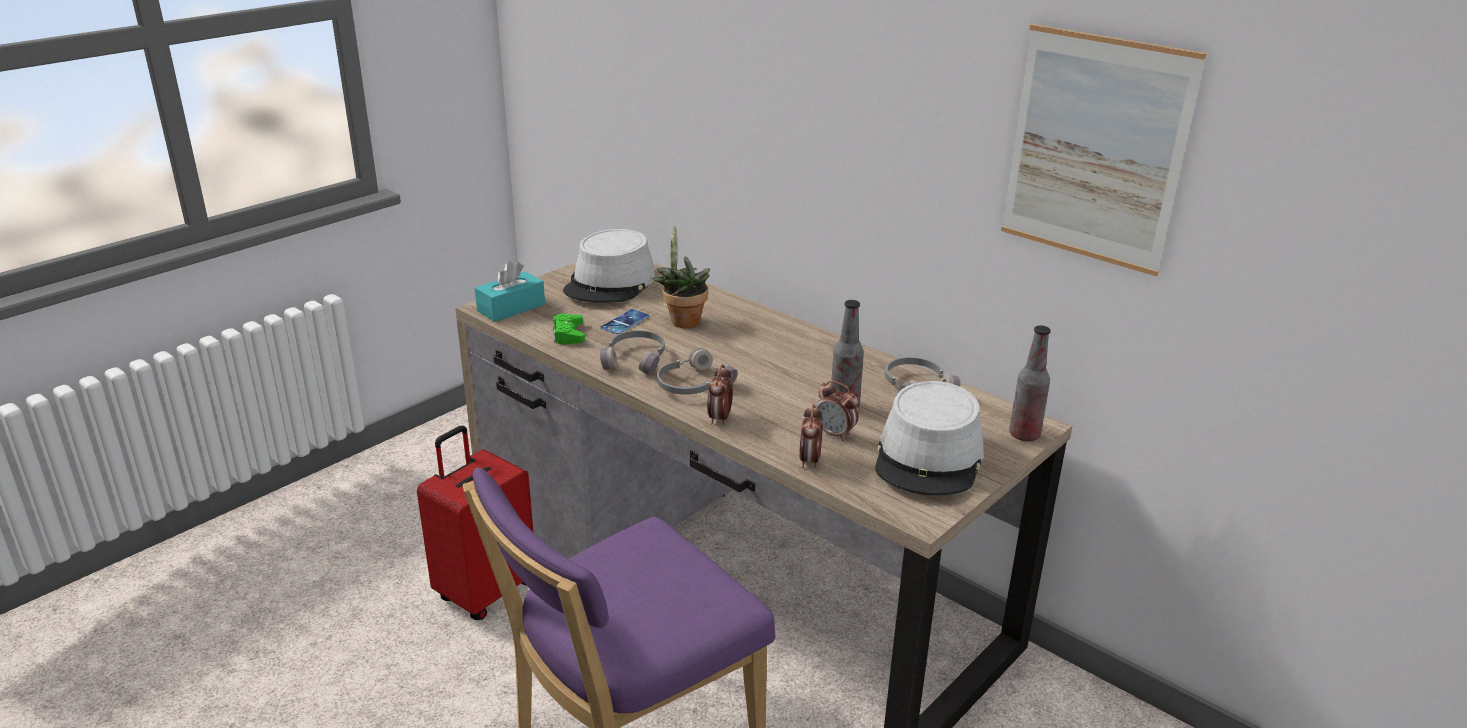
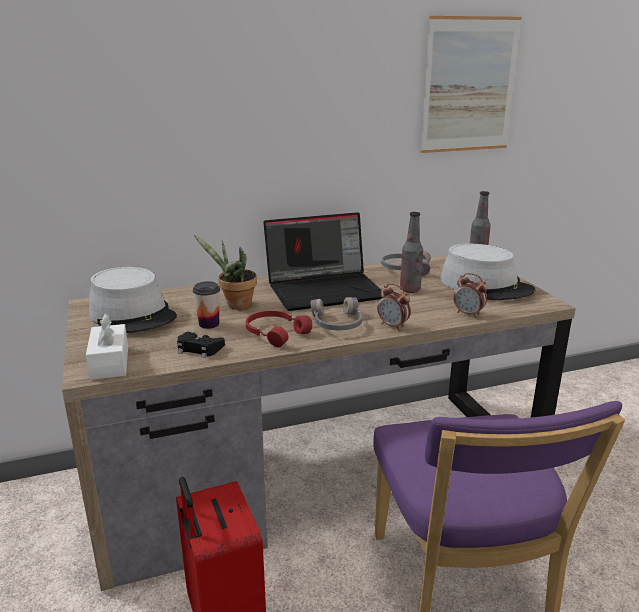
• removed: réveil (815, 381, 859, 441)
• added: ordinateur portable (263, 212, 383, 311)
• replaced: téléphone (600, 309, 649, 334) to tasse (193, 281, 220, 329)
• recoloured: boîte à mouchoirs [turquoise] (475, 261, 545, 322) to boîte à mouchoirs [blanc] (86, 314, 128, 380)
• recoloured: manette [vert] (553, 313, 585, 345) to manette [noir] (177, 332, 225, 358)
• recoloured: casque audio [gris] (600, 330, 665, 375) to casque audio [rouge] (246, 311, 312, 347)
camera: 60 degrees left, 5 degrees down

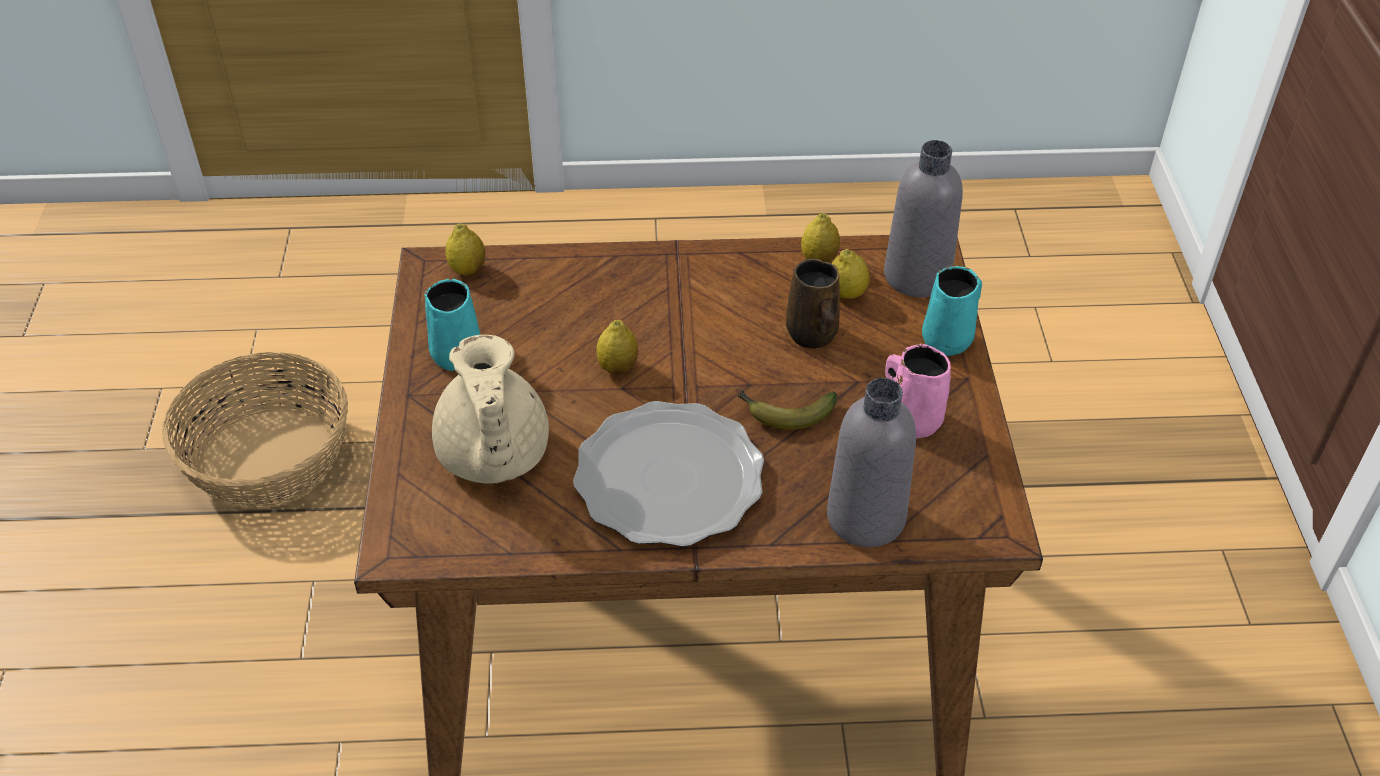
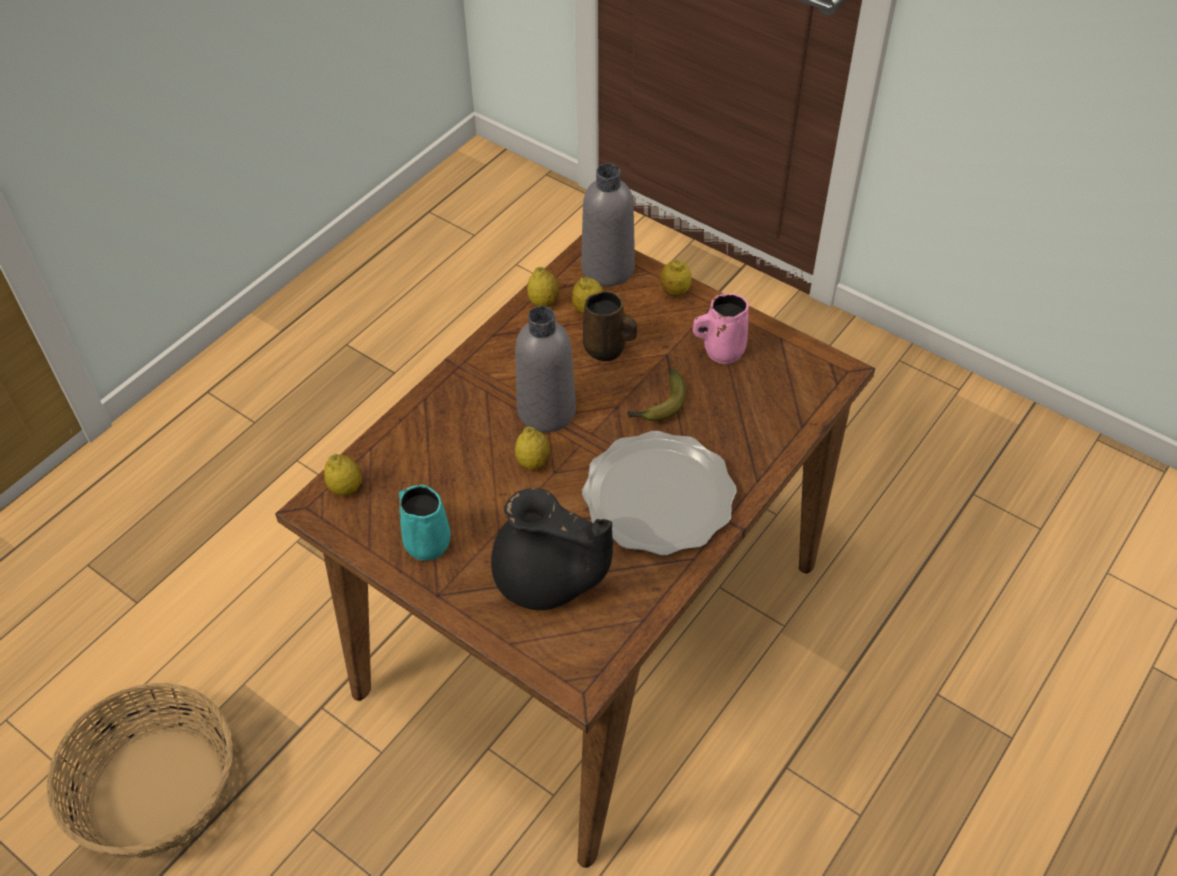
• moved: bouteille [gris] (827, 378, 916, 547) to (515, 306, 576, 432)
• replaced: mug [turquoise] (922, 266, 982, 356) to citron (660, 259, 692, 297)
• recoloured: théière [beige] (432, 335, 549, 483) to théière [noir] (491, 488, 613, 610)
camera: 50 degrees left, 5 degrees up

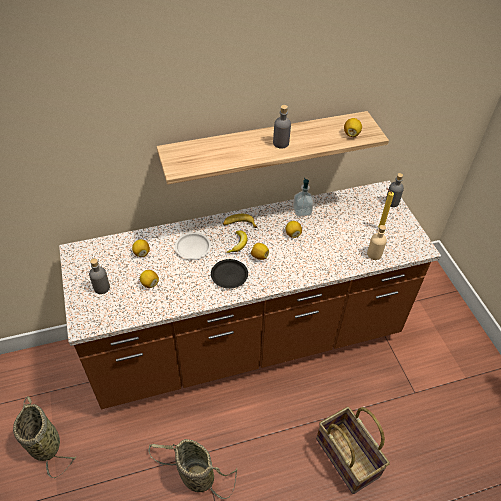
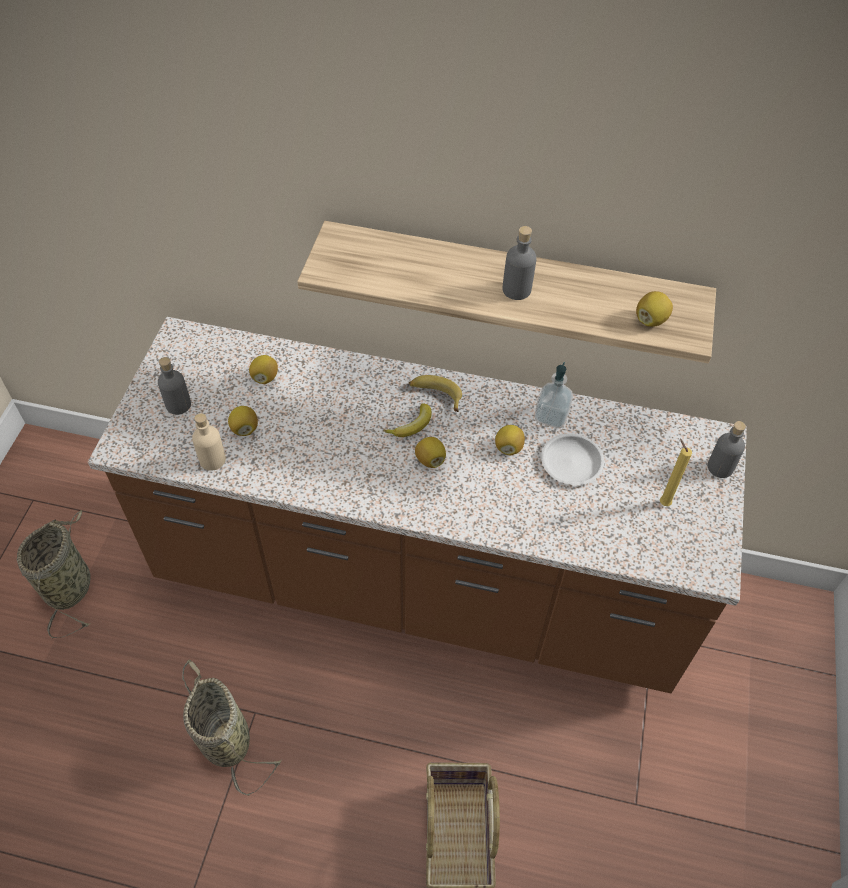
• removed: assiette [noir] (211, 259, 248, 289)
• moved: assiette [blanc] (175, 232, 211, 259) to (541, 433, 604, 485)
• moved: bouteille [beige] (367, 225, 387, 260) to (192, 413, 226, 471)
camera: 30 degrees right, 5 degrees up

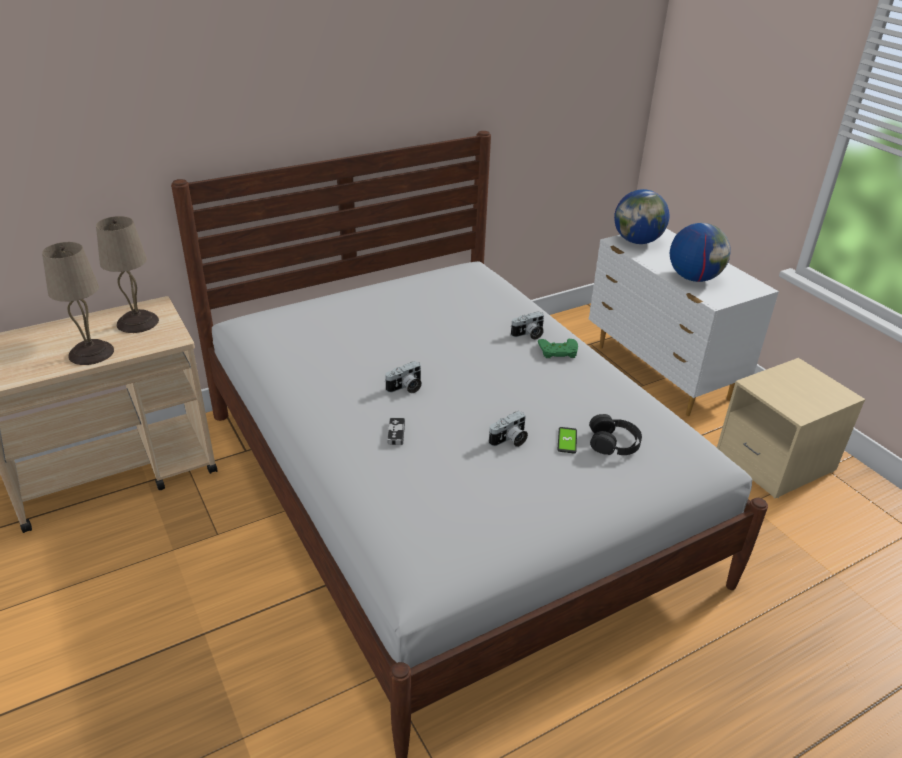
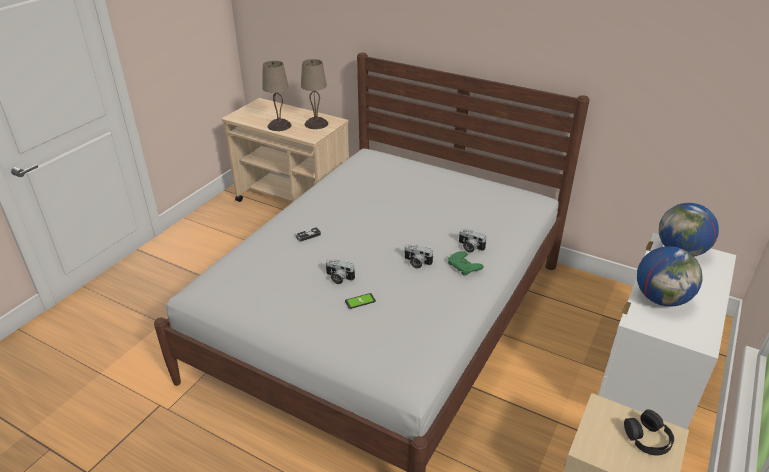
• moved: appareil photo (385, 361, 422, 393) to (404, 244, 433, 269)
• moved: casque audio [noir] (589, 414, 642, 455) to (624, 409, 674, 455)
camera: 60 degrees right, 0 degrees up

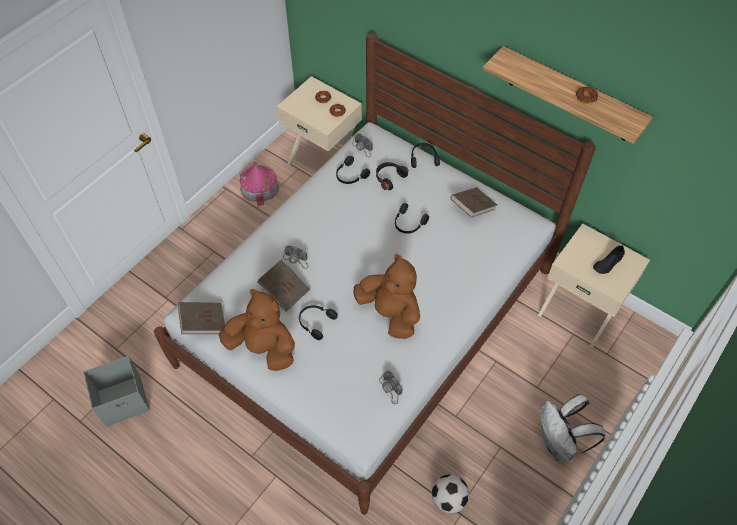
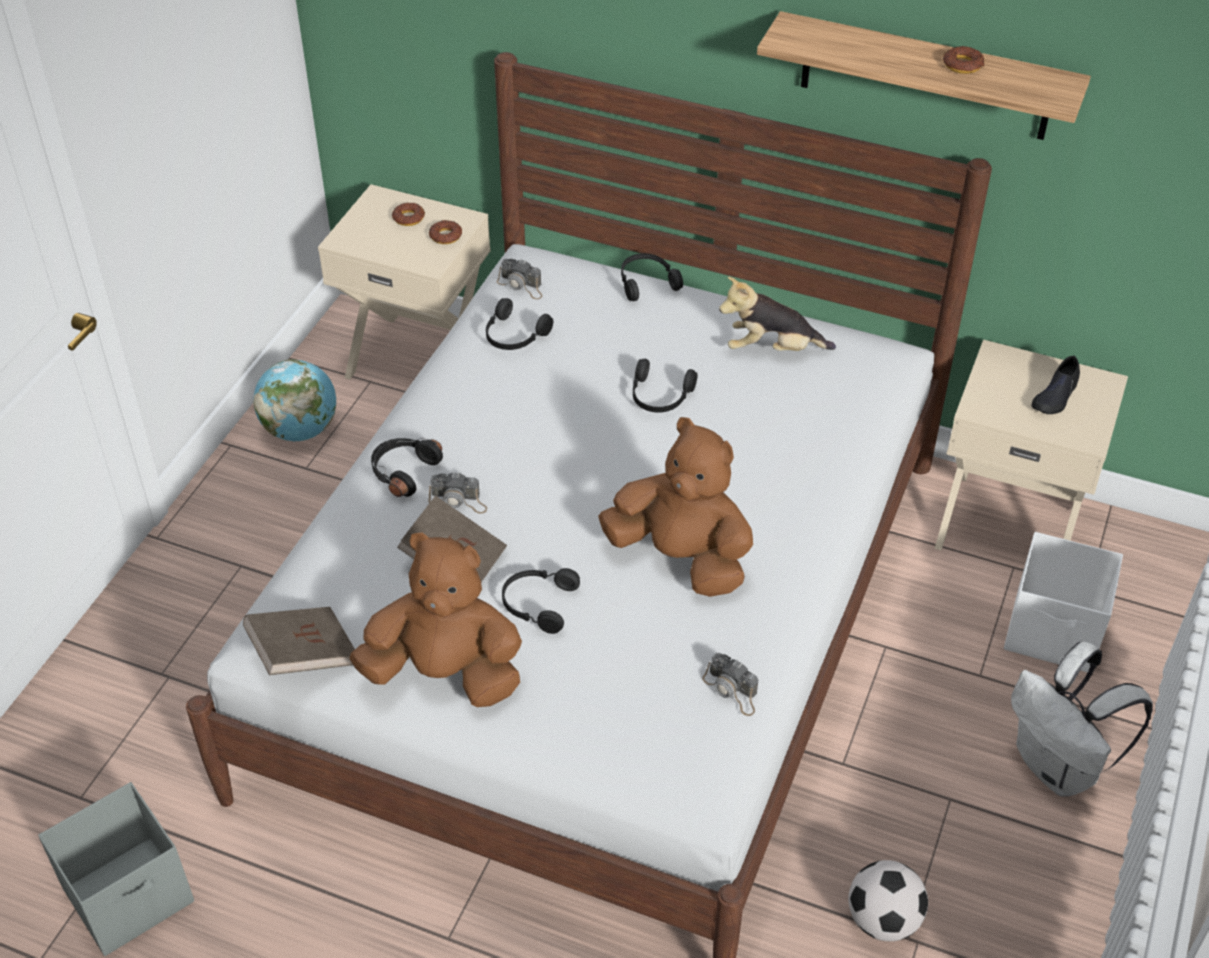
• added: boîte de rangement [blanc] (1004, 532, 1123, 672)
• moved: casque audio [noir] (376, 162, 409, 190) to (371, 438, 443, 497)
• replaced: maison miniature (240, 161, 279, 205) to globe (254, 359, 336, 441)
• replaced: livre [marron] (450, 187, 497, 218) to peluche (719, 277, 836, 351)
camera: 15 degrees left, 10 degrees down

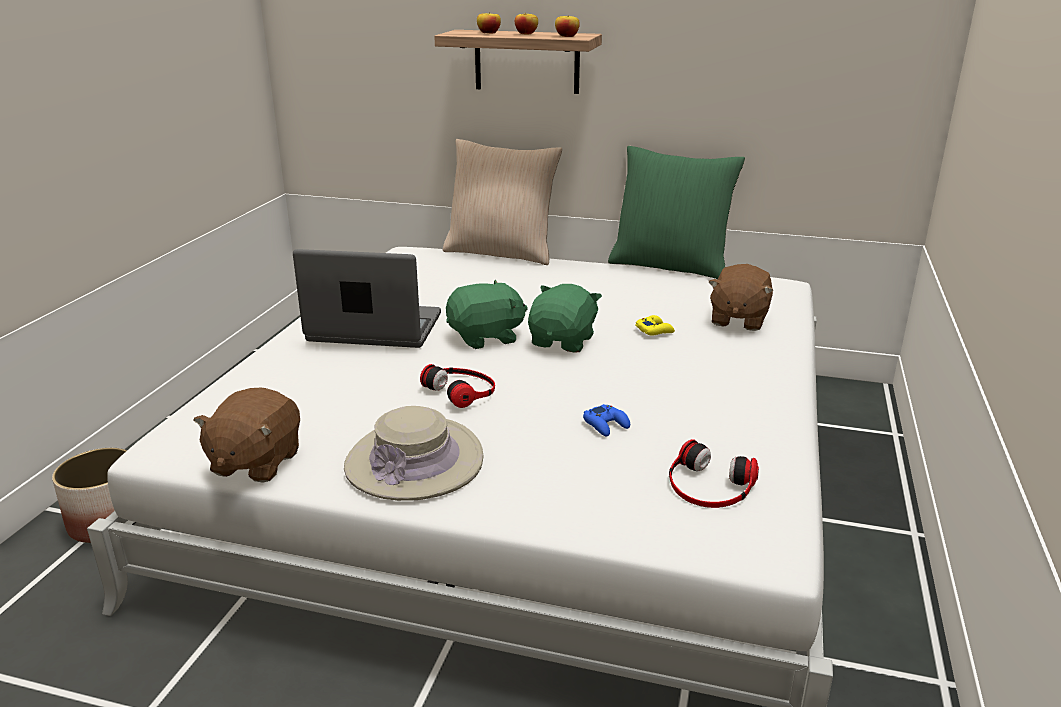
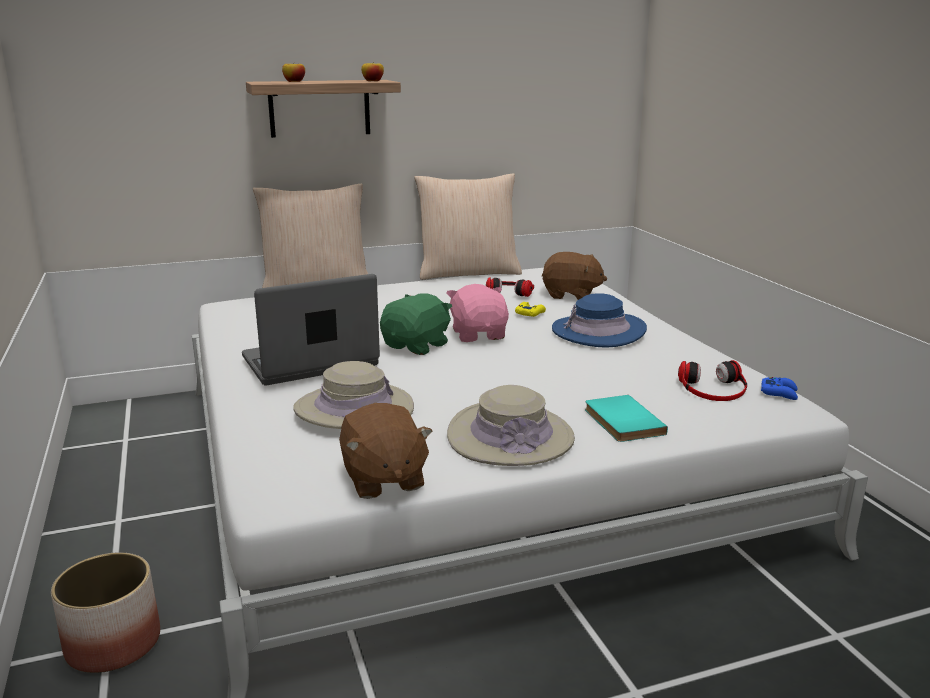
• removed: pomme (515, 13, 538, 35)
• added: chapeau [beige] (293, 361, 414, 429)
• added: chapeau [bleu] (552, 293, 647, 348)
• added: livre [turquoise] (585, 395, 668, 442)
• moved: casque audio (420, 364, 495, 408) to (486, 277, 534, 297)
• moved: manette [bleu] (583, 404, 630, 436) to (761, 377, 798, 400)
• recoloured: peluche [vert] (528, 284, 602, 353) to peluche [rose] (446, 284, 509, 342)
• recoloured: coussin [vert] (608, 146, 745, 279) to coussin [beige] (414, 173, 522, 280)
• turned: peluche [marron] (708, 264, 773, 331) = (542, 252, 607, 300) 60 degrees counterclockwise
camera: 35 degrees left, 5 degrees down

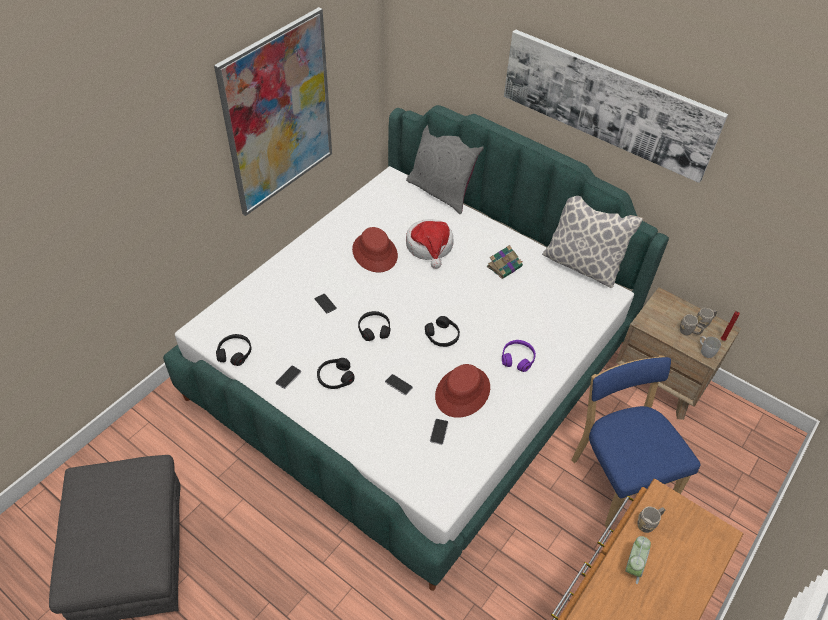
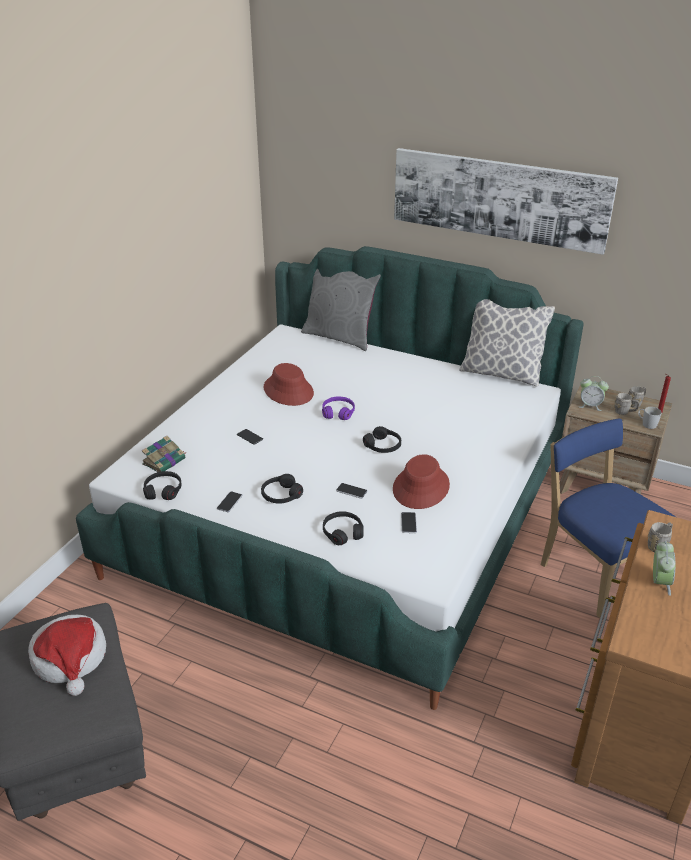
• removed: tableau (214, 7, 332, 216)
• added: réveil (579, 376, 609, 411)
• moved: casque audio [noir] (358, 311, 391, 341) to (323, 511, 364, 545)
• moved: chapeau (406, 219, 453, 269) to (28, 615, 106, 696)
• moved: livre (487, 245, 523, 279) to (142, 436, 187, 472)
• moved: casque audio [violet] (502, 340, 536, 372) to (322, 396, 355, 420)
camera: 10 degrees left, 15 degrees down

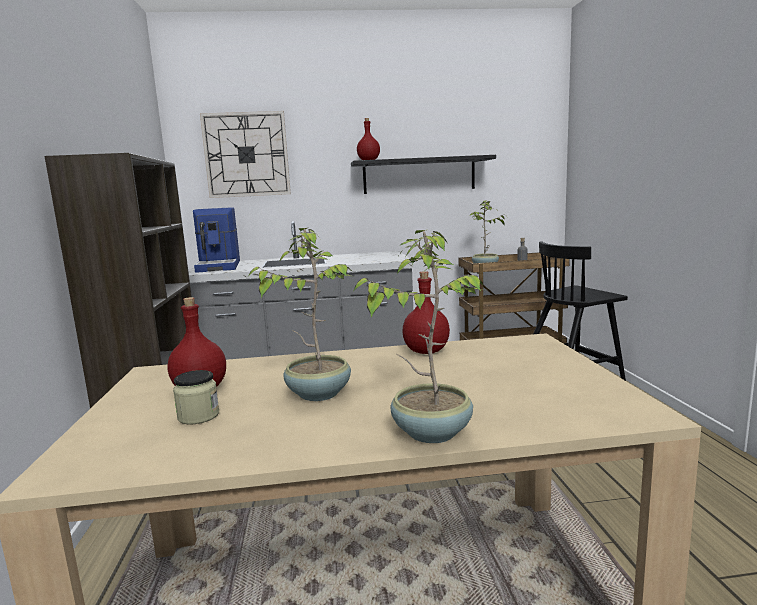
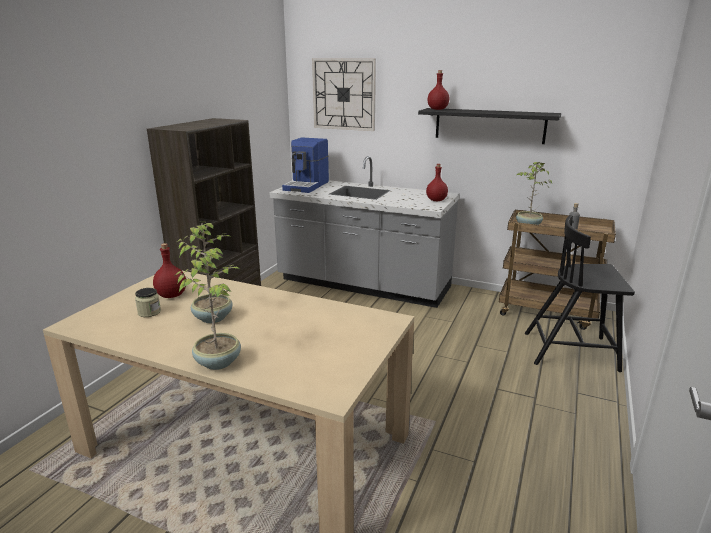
• moved: bouteille [rouge] (402, 271, 450, 354) to (426, 164, 448, 201)
camera: 30 degrees right, 10 degrees up

